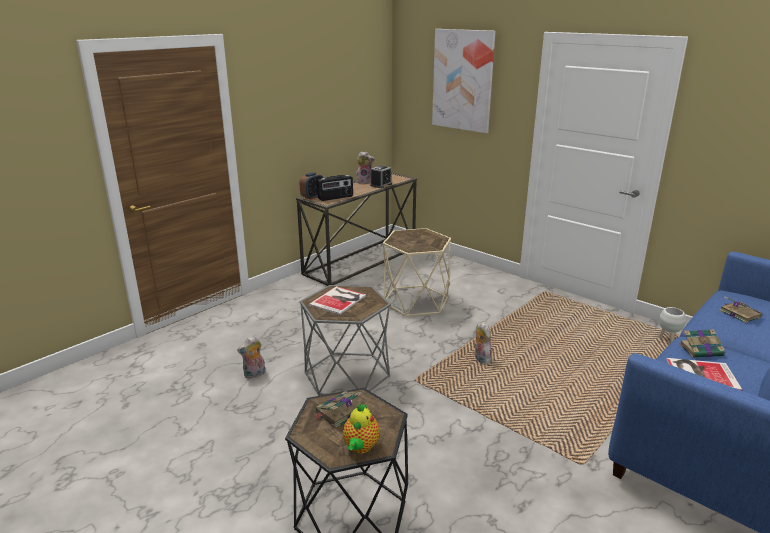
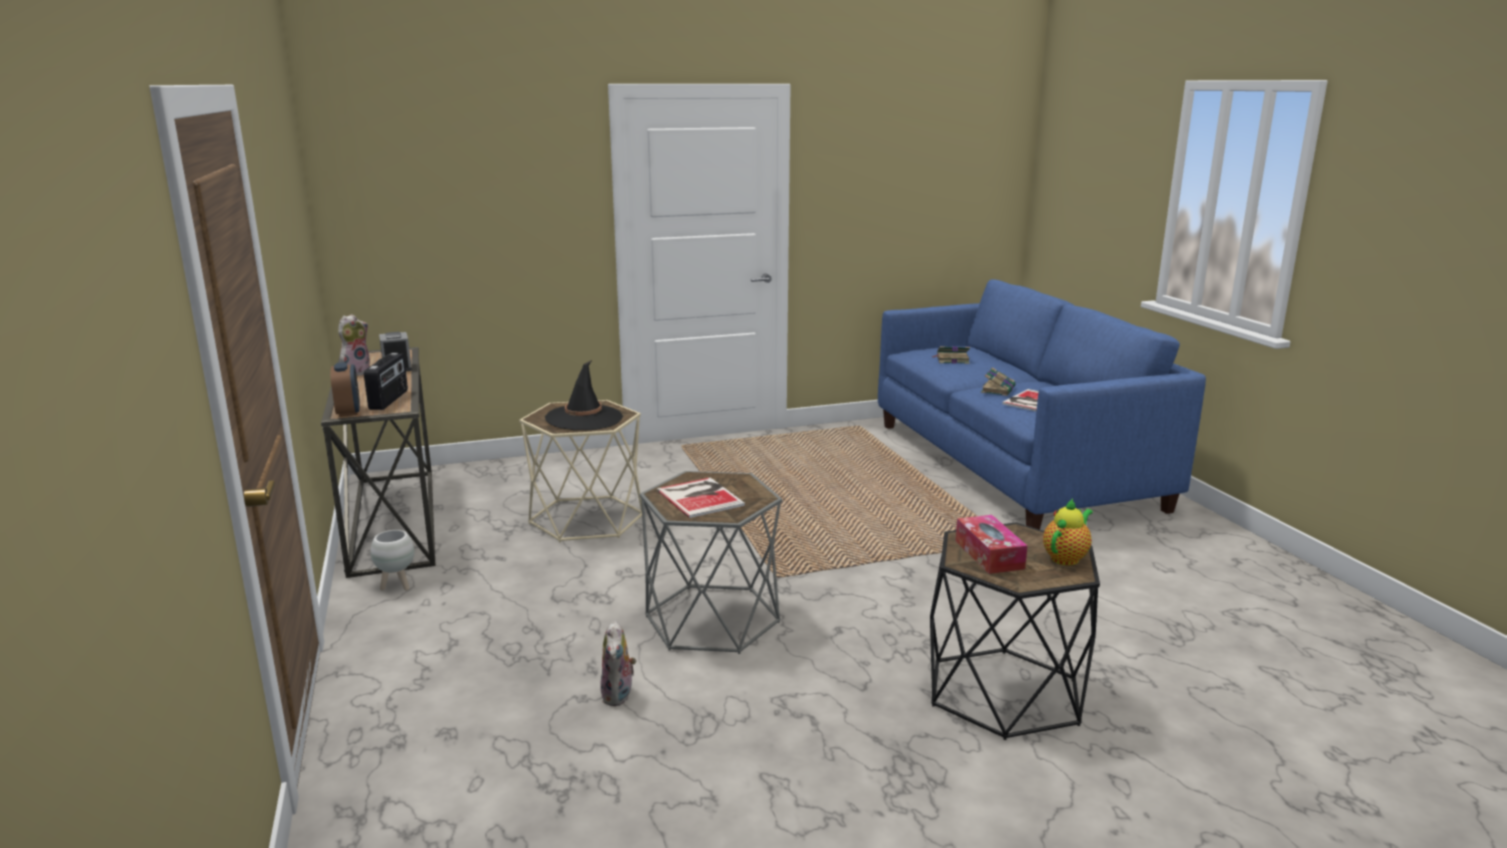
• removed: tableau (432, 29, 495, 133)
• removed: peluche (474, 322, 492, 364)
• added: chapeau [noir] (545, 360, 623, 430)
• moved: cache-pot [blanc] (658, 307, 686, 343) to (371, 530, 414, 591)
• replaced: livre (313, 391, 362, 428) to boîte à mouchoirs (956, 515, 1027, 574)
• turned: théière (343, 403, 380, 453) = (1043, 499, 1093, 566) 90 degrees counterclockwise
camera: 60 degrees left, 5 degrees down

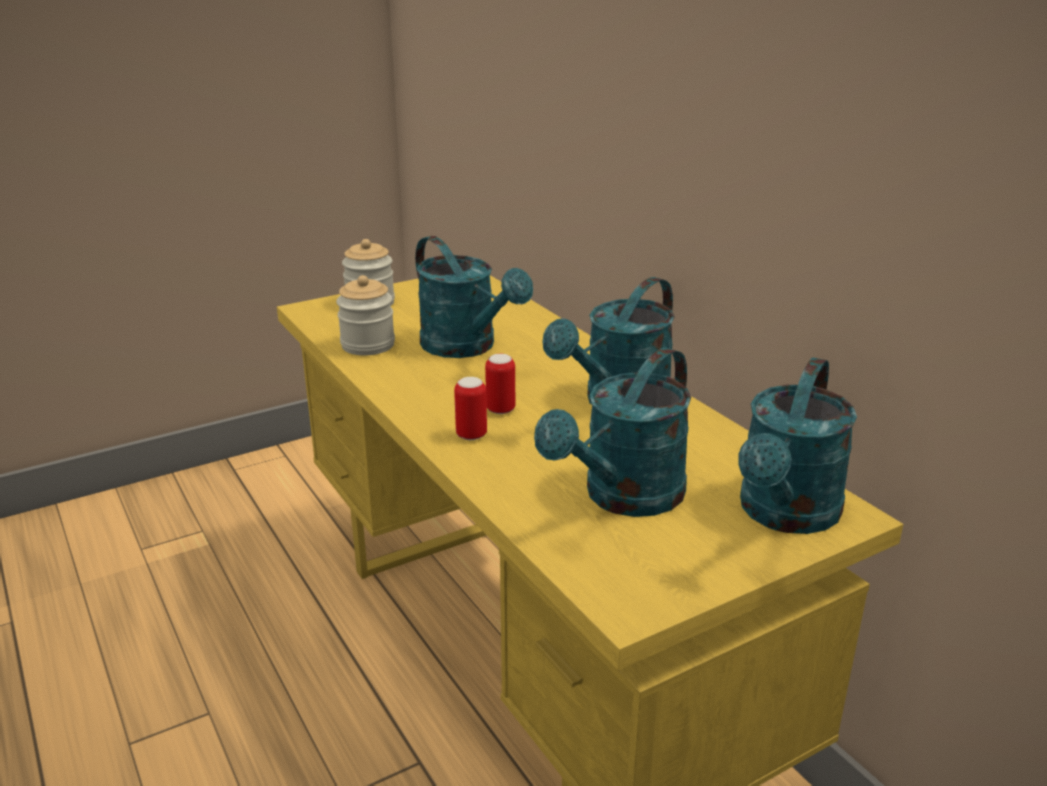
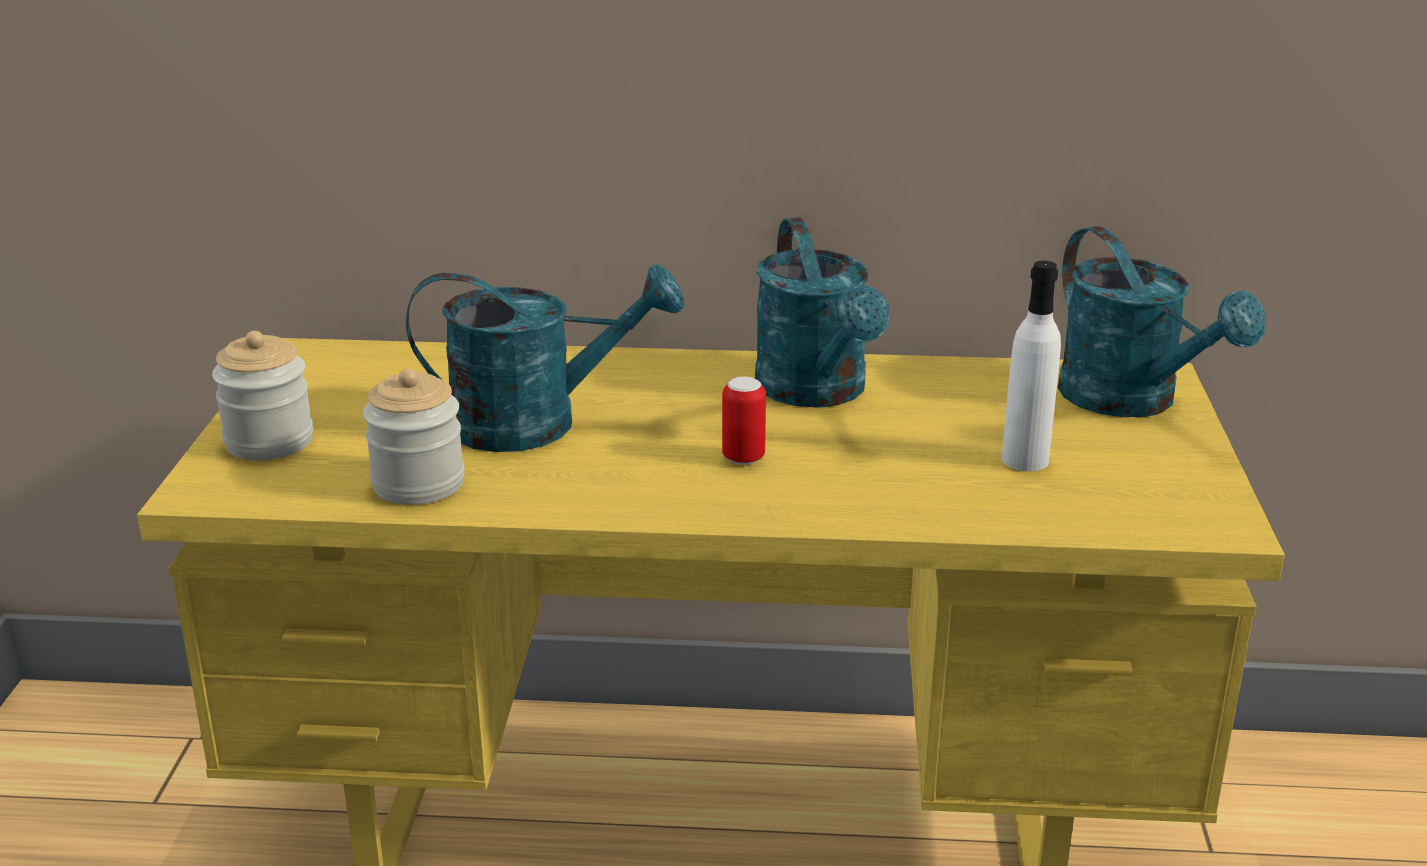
• removed: boîte métallique (454, 377, 487, 440)
• replaced: arrosoir [turquoise] (534, 347, 691, 517) to bouteille [blanc] (1002, 261, 1061, 472)
camera: 55 degrees left, 0 degrees up

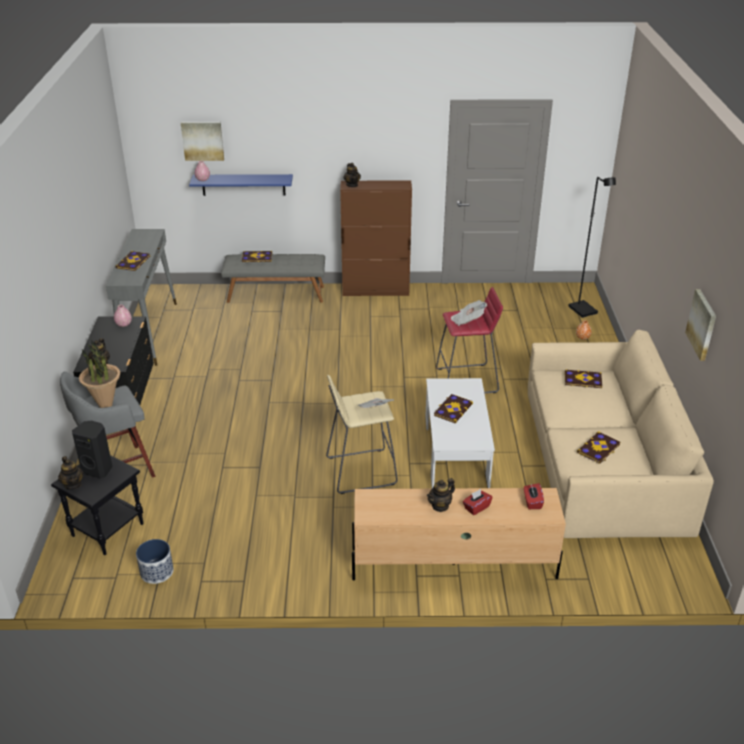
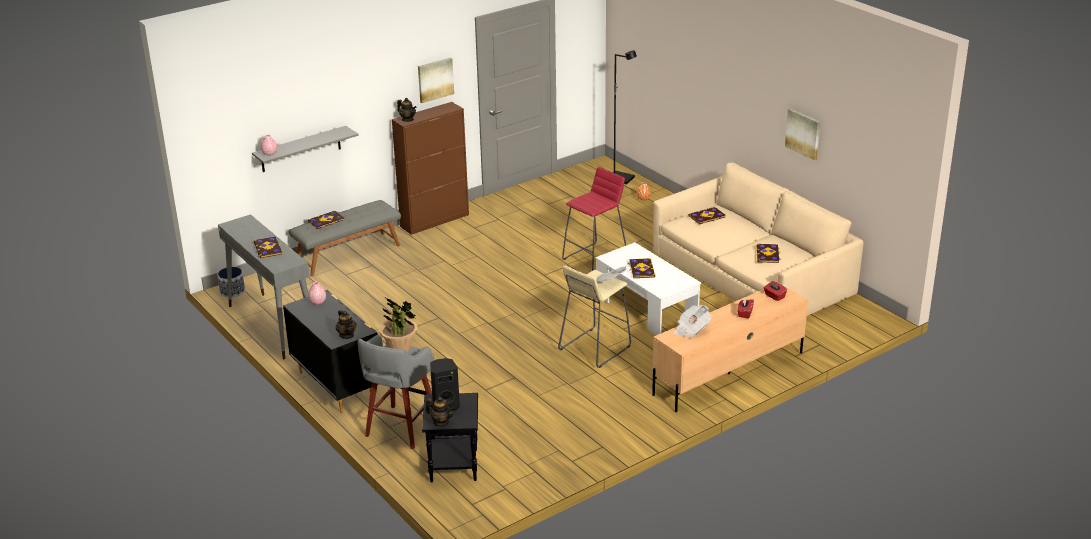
• removed: théière (427, 478, 455, 512)
• moved: cache-pot (136, 539, 174, 584) to (217, 267, 245, 298)
• moved: tableau (181, 122, 224, 161) to (418, 57, 454, 103)
• moved: journal (451, 300, 487, 326) to (674, 305, 712, 338)
• recoloured: étagère [bleu] (189, 174, 293, 196) to étagère [gris] (252, 126, 359, 172)
camera: 35 degrees left, 5 degrees down

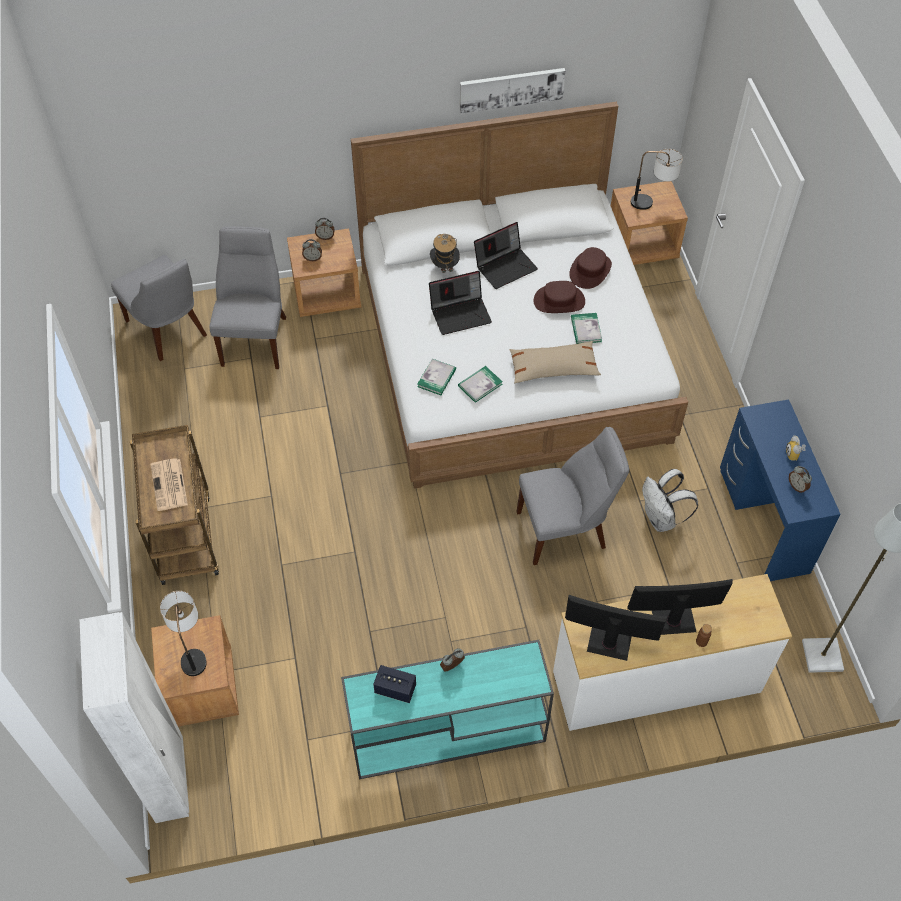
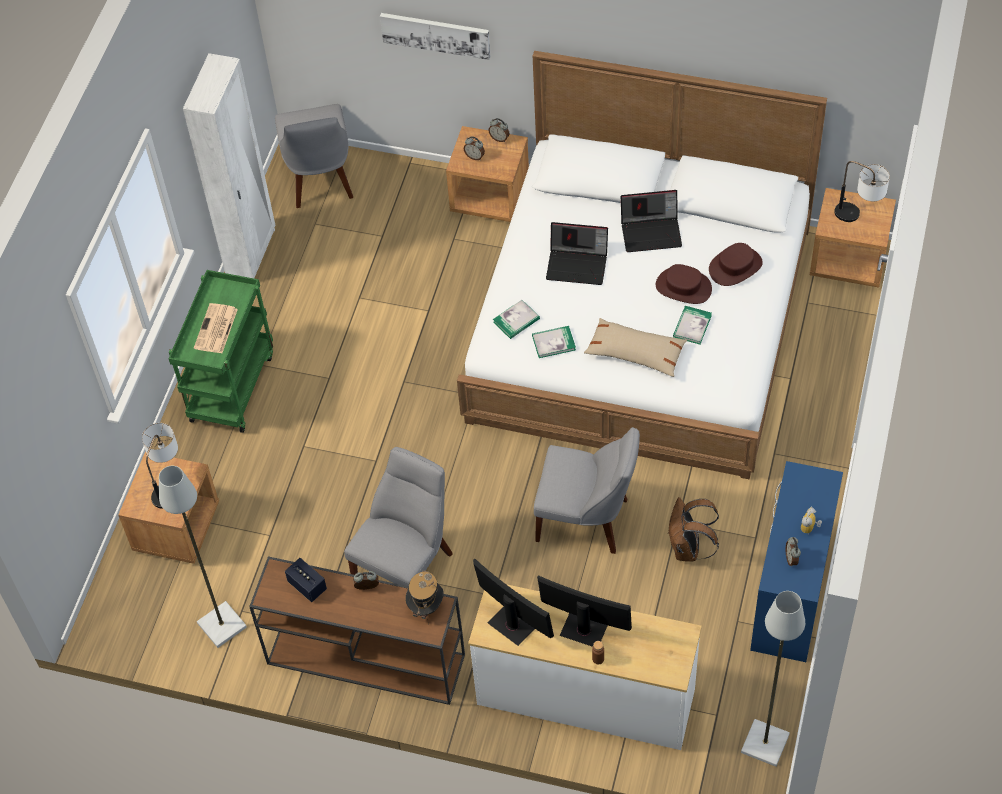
• added: lampadaire [gris] (159, 466, 247, 648)
• moved: armoire [blanc] (80, 612, 189, 823) to (183, 53, 275, 278)
• moved: chaise [gris] (209, 226, 286, 369) to (344, 447, 453, 586)
• moved: chapeau (430, 234, 460, 273) to (405, 571, 444, 619)
• moved: tableau (460, 68, 565, 113) to (380, 13, 490, 60)
• recoloured: chariot [marron] (130, 425, 219, 585) to chariot [vert] (168, 270, 273, 433)
• recoloured: table console [turquoise] (341, 640, 554, 779) to table console [marron] (249, 556, 465, 705)
• recoloured: sac à dos [blanc] (642, 469, 698, 532) to sac à dos [marron] (669, 497, 719, 562)
camera: 30 degrees right, 0 degrees up

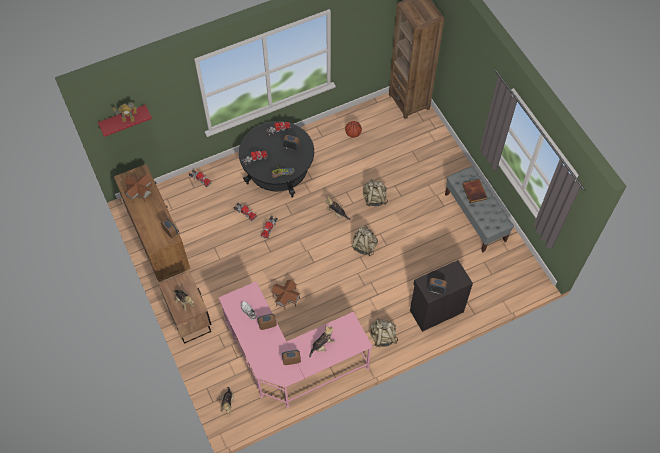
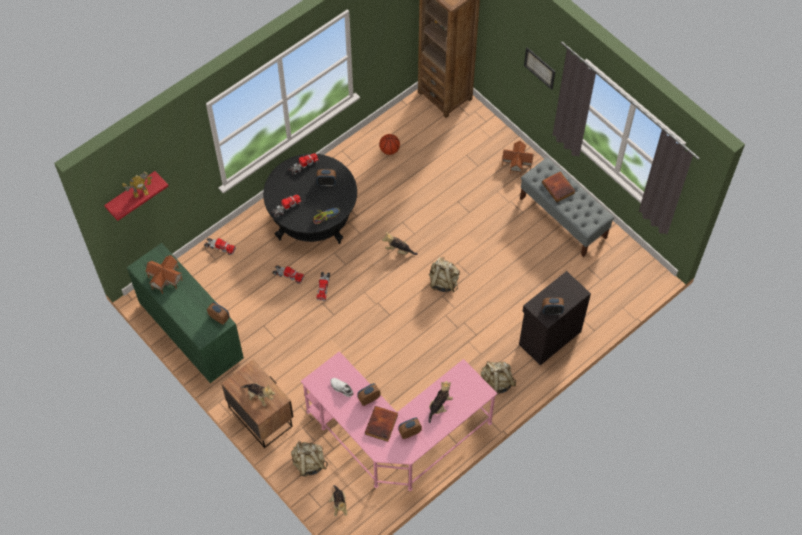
• added: livre (365, 406, 398, 442)
• added: tableau (524, 47, 556, 90)
• moved: maison miniature (272, 279, 300, 310) to (502, 140, 534, 176)
• moved: sac à dos [beige] (363, 180, 388, 206) to (291, 441, 328, 477)
• recoloured: commode [marron] (114, 164, 190, 282) to commode [vert] (127, 243, 244, 383)
camera: 15 degrees left, 0 degrees up

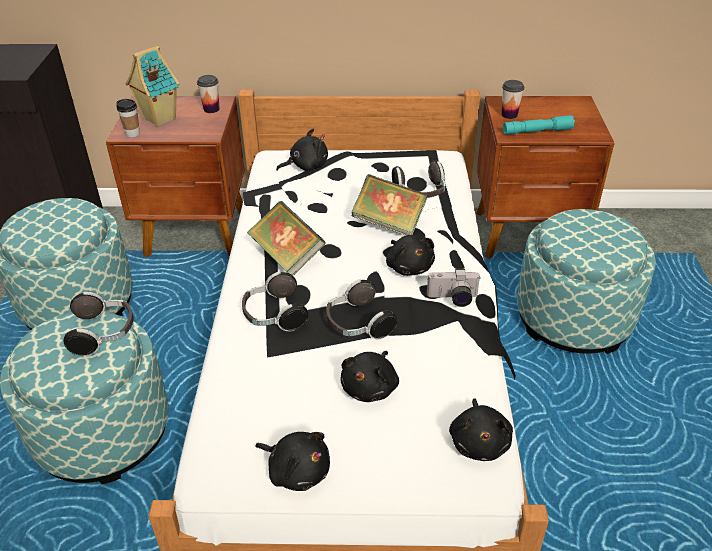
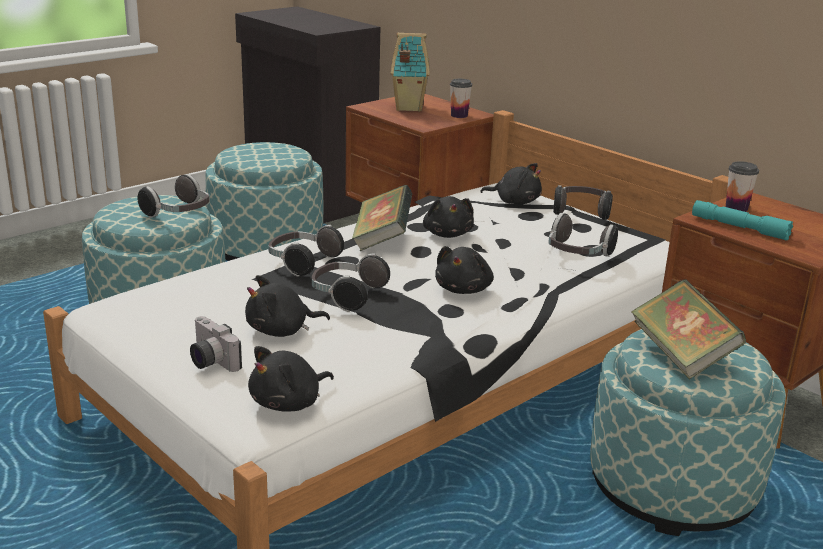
• removed: tasse (116, 99, 140, 137)
• added: casque audio (553, 185, 613, 220)
• moved: peluche [noir] (255, 432, 330, 491) to (423, 196, 474, 238)
• moved: livre (352, 174, 427, 236) to (631, 279, 746, 379)
• moved: appareil photo (427, 269, 481, 307) to (190, 316, 242, 372)
camera: 45 degrees right, 15 degrees down

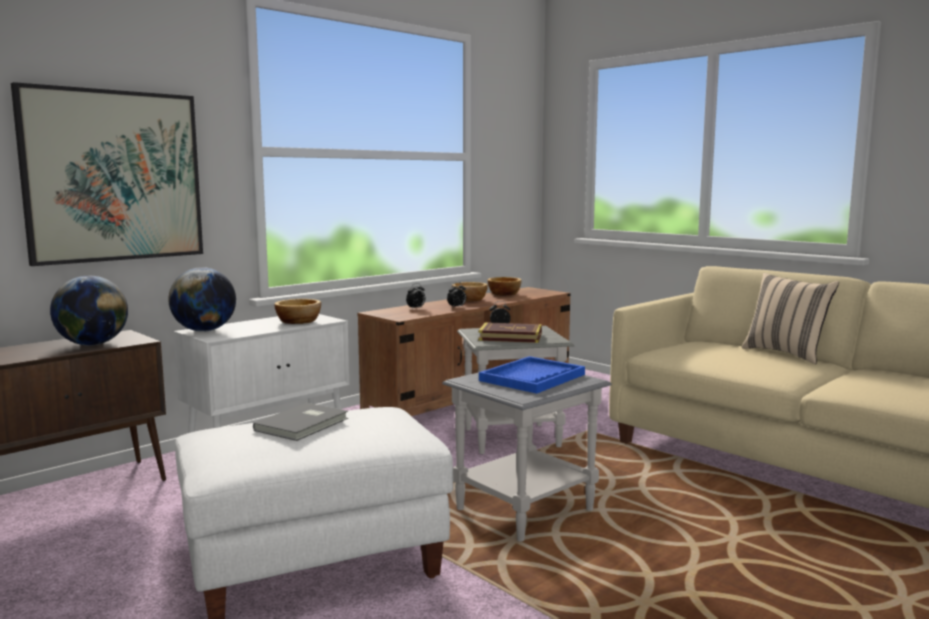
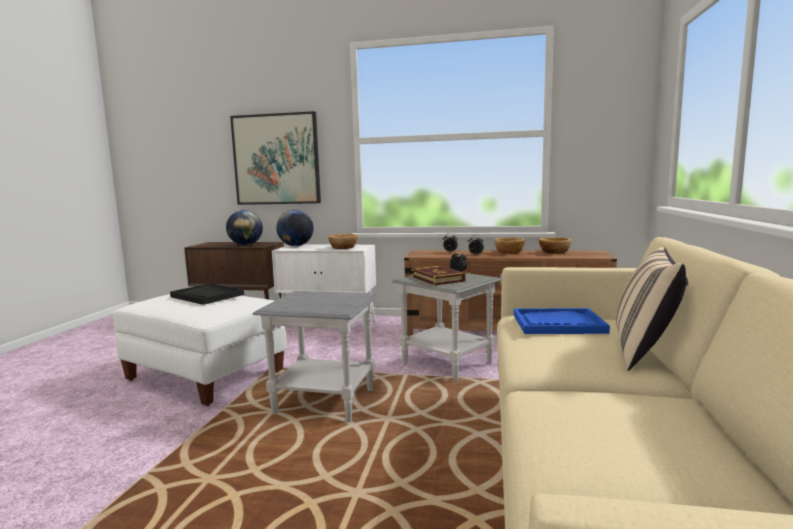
• moved: plateau [bleu] (479, 356, 585, 394) to (514, 308, 610, 334)
• replaced: livre [gris] (253, 403, 348, 441) to plateau [noir] (170, 283, 244, 305)
camera: 55 degrees right, 0 degrees up

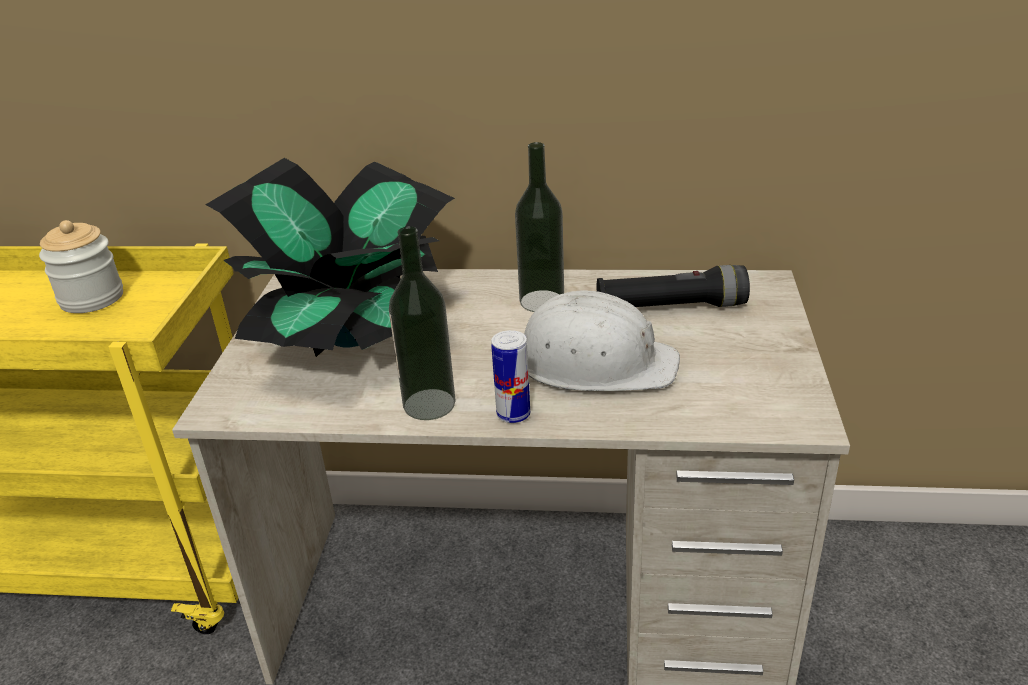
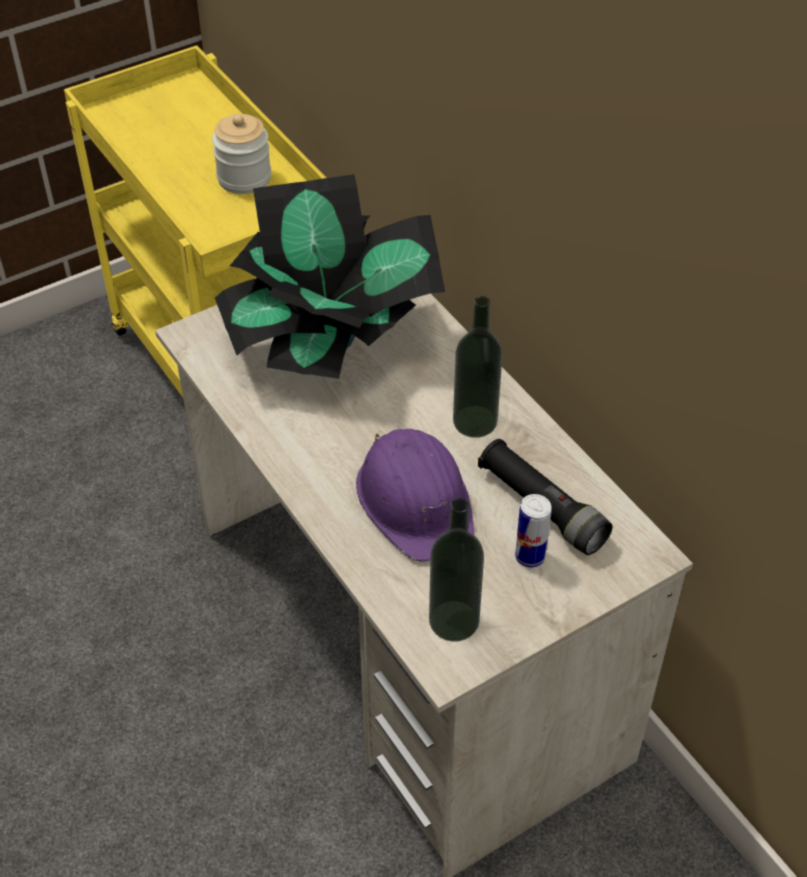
• moved: bouteille (389, 226, 456, 420) to (429, 498, 484, 642)
• moved: boîte métallique (491, 330, 530, 423) to (515, 494, 552, 567)
• recoloured: casque de chantier [blanc] (524, 290, 680, 391) to casque de chantier [violet] (356, 429, 475, 562)
camera: 50 degrees right, 15 degrees up

